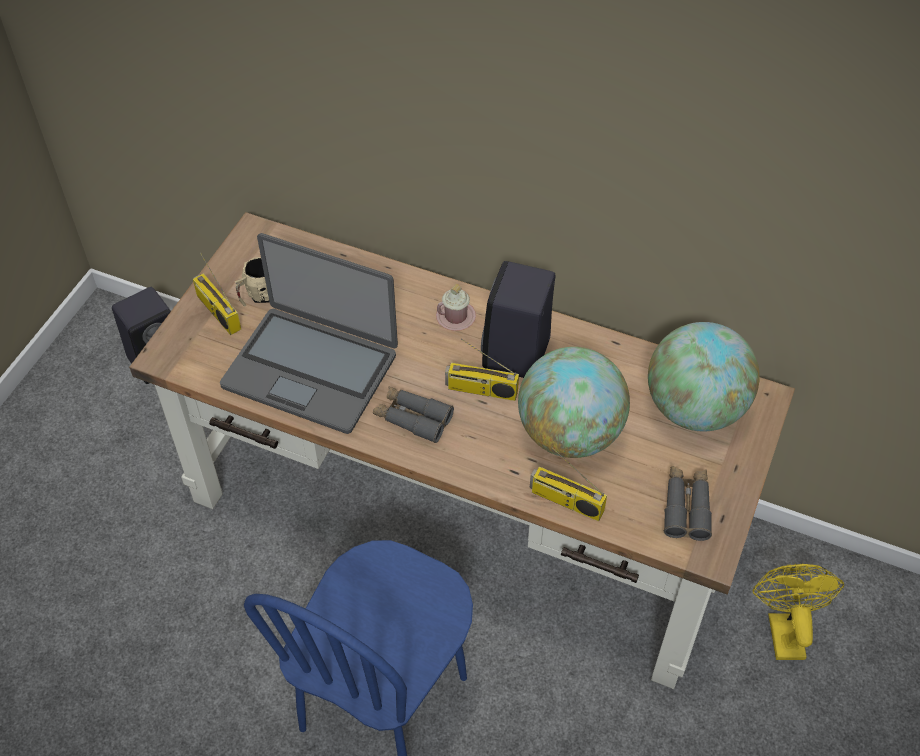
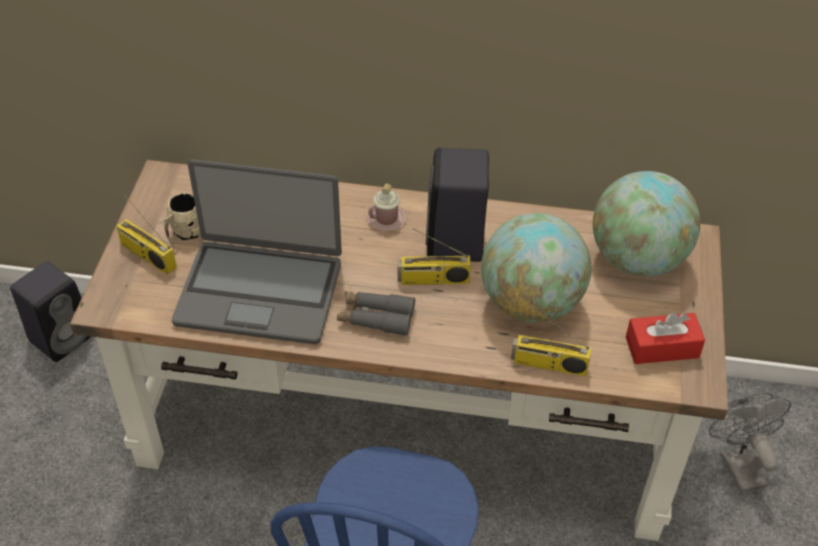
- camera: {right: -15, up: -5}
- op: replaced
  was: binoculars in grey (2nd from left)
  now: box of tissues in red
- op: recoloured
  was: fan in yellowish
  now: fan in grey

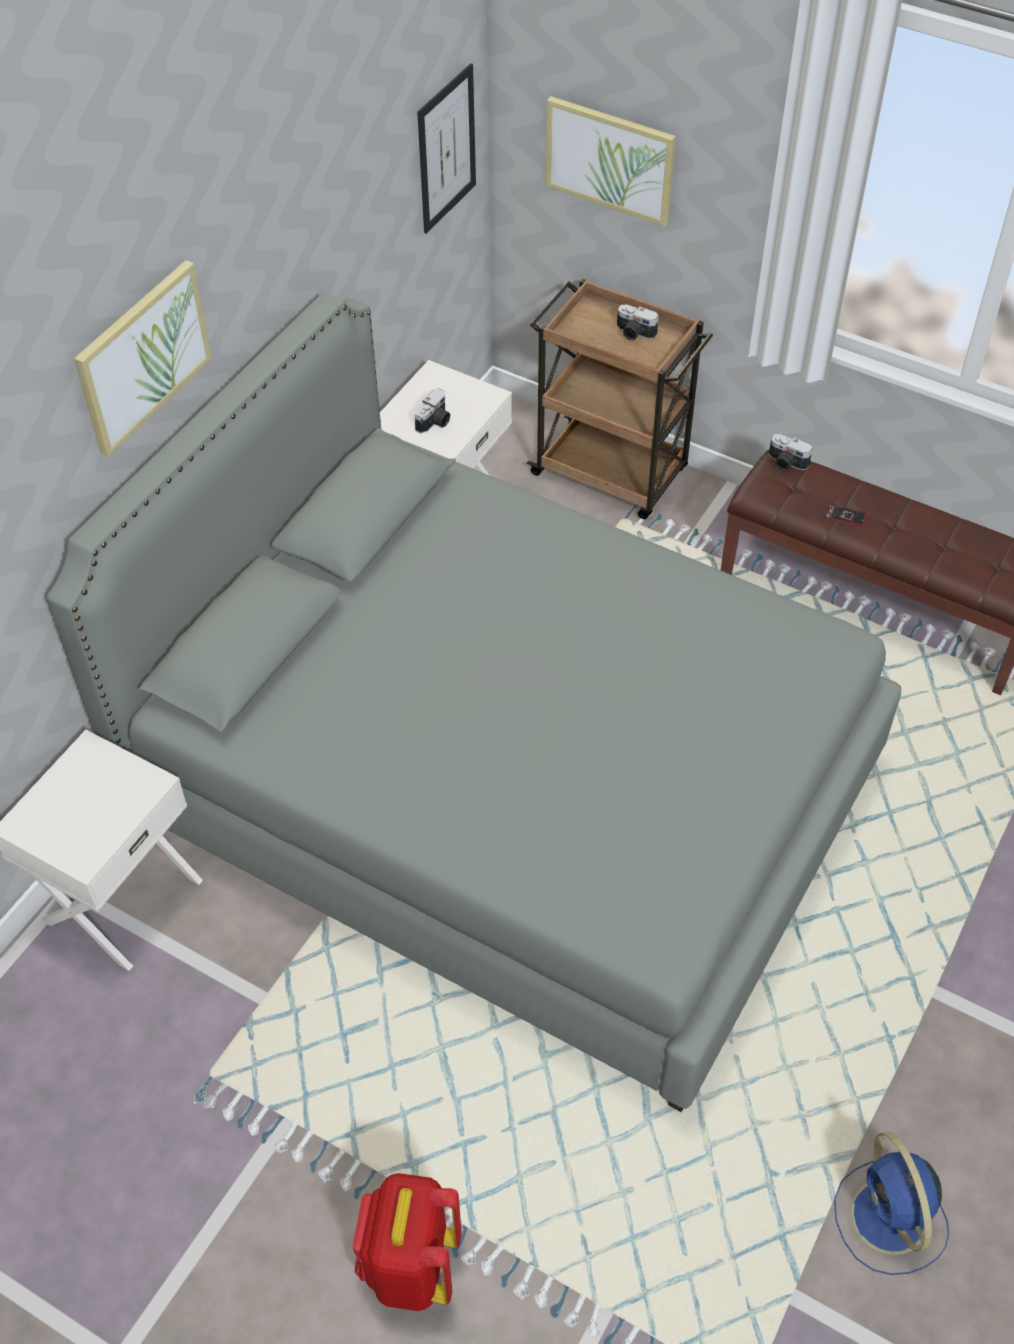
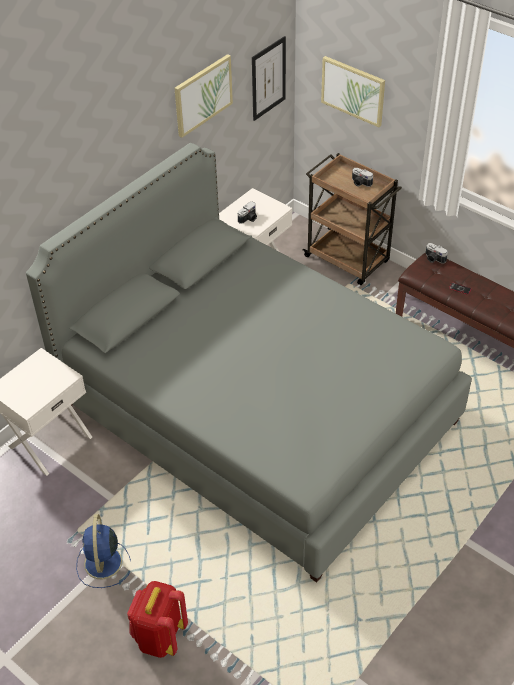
- camera: {right: 10, up: -5}
- op: moved
  was: fan in bluish
- op: moved
  was: wall art (1st from left)

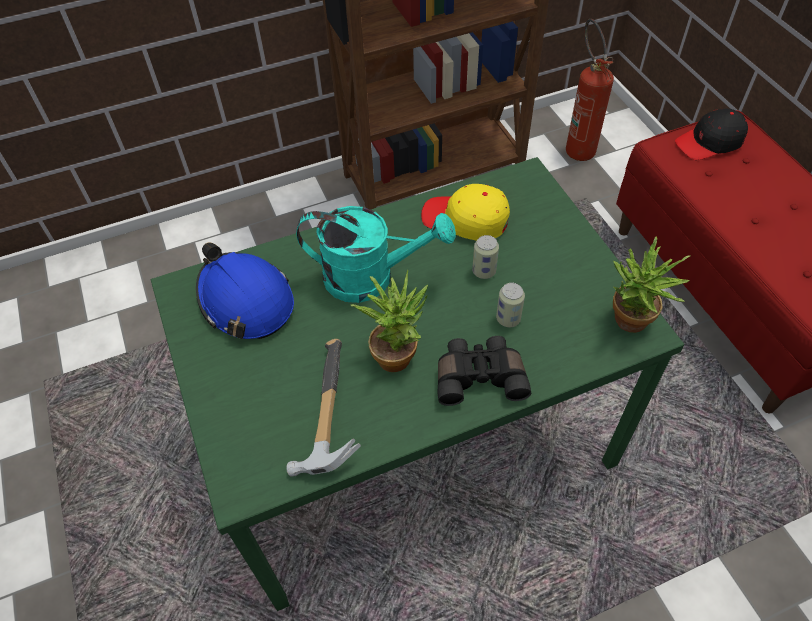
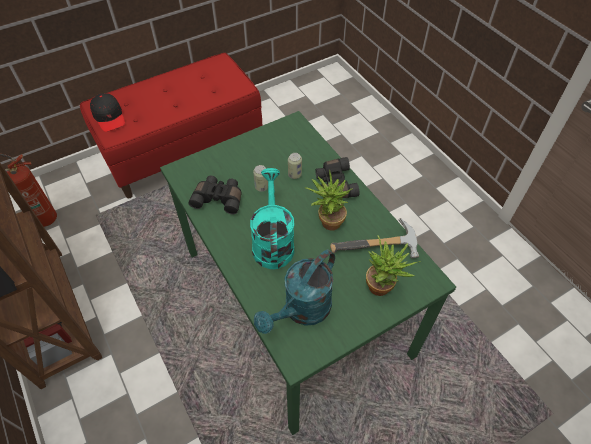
- camera: {right: -100, up: 0}
- op: replaced
  was: peaked cap in yellowish
  now: binoculars in black (1st from left)
- op: replaced
  was: safety helmet in bluish
  now: sprinkling can in turquoise (2nd from left)
- op: moved
  was: potted plant (2nd from left)

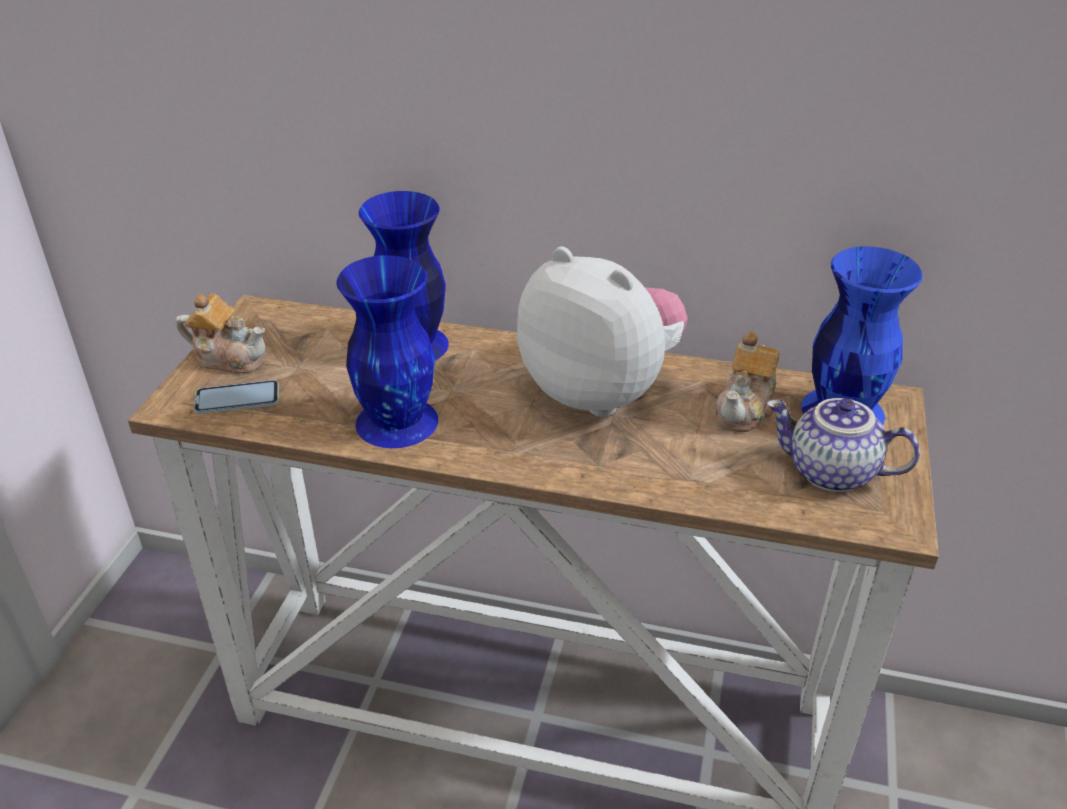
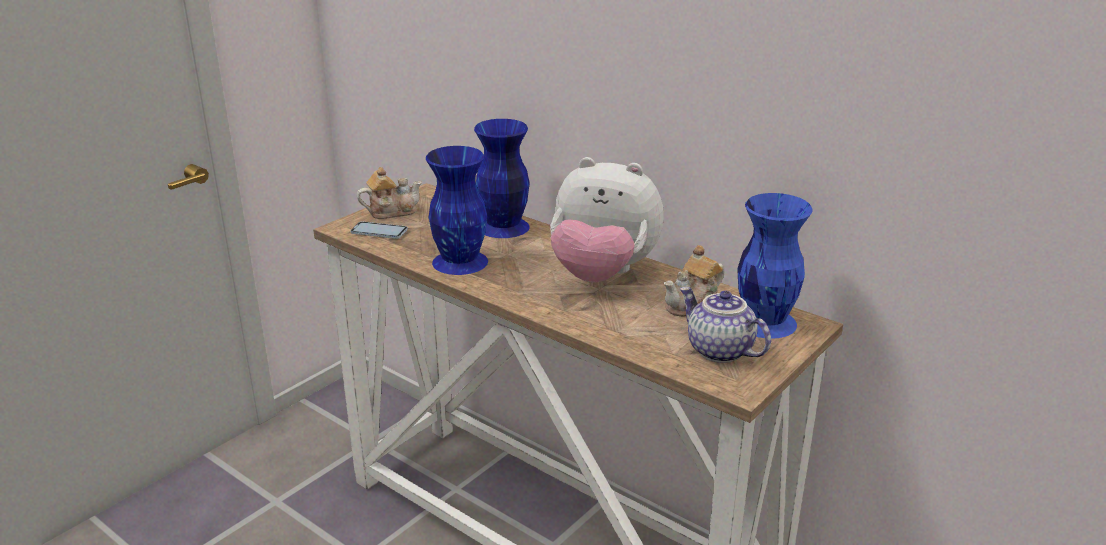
- camera: {right: 25, up: -10}
- op: turned
  was: pot for tea (1st from left)
  clockwise: -60
- op: turned
  was: cuddly toy
  clockwise: 135

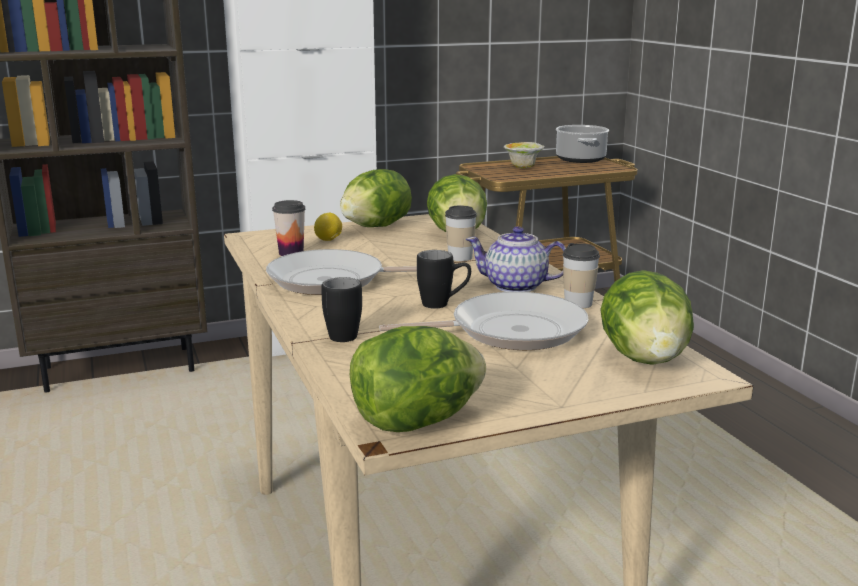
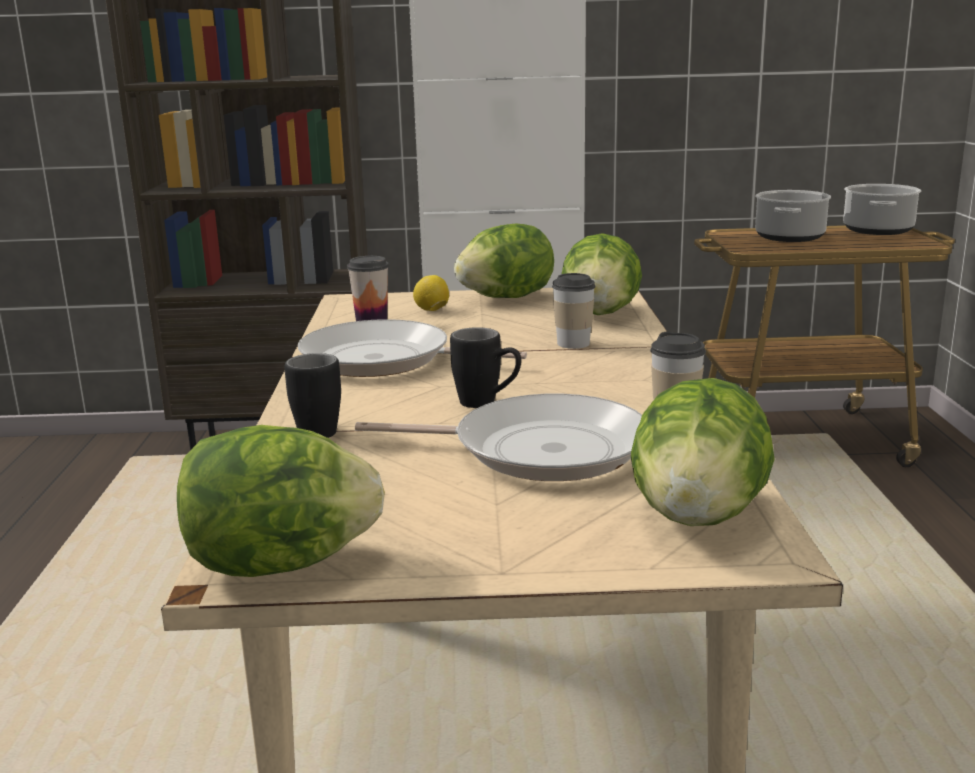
- camera: {right: 20, up: 0}
- op: replaced
  was: serving bowl
  now: saucepot (1st from left)
- op: removed
  was: pot for tea

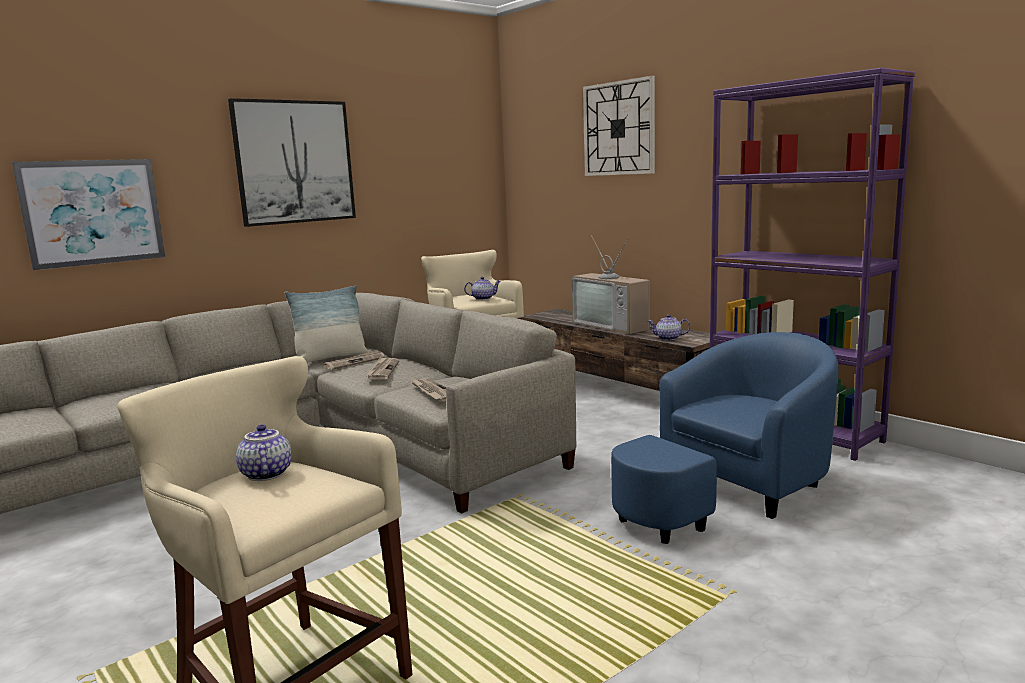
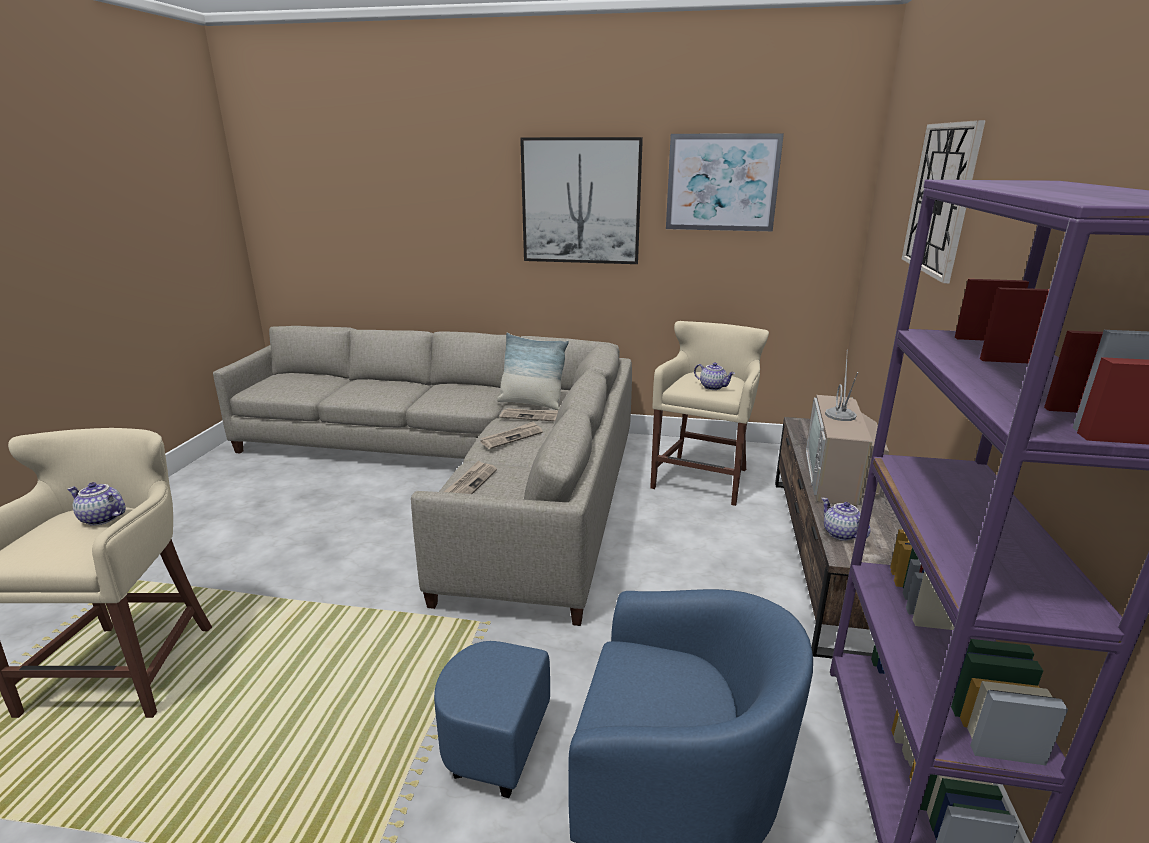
- camera: {right: 50, up: 10}
- op: turned
  was: pot for tea (1st from left)
  clockwise: -105
- op: moved
  was: wall art (1st from left in the first image)
  now: wall art (2nd from left)

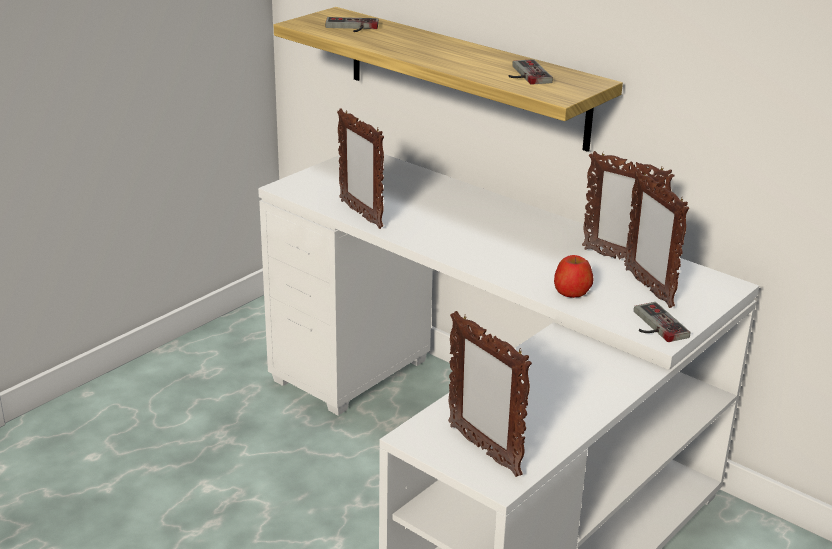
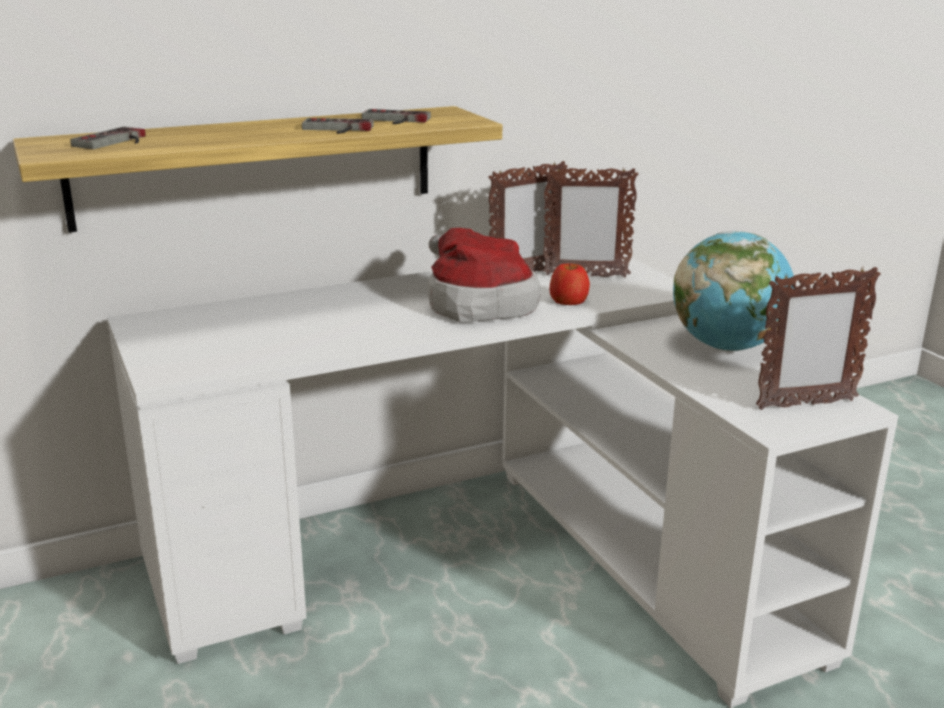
- camera: {right: -65, up: -5}
- op: moved
  was: gamepad (3rd from left in the first image)
  now: gamepad (2nd from left)
- op: added
  now: clothing hat
- op: added
  now: desk globe
- op: removed
  was: photo frame (1st from left)

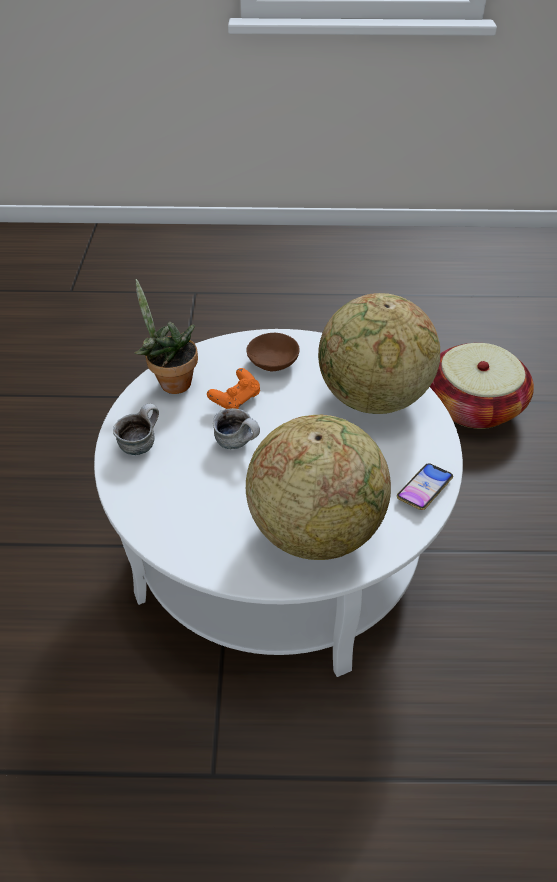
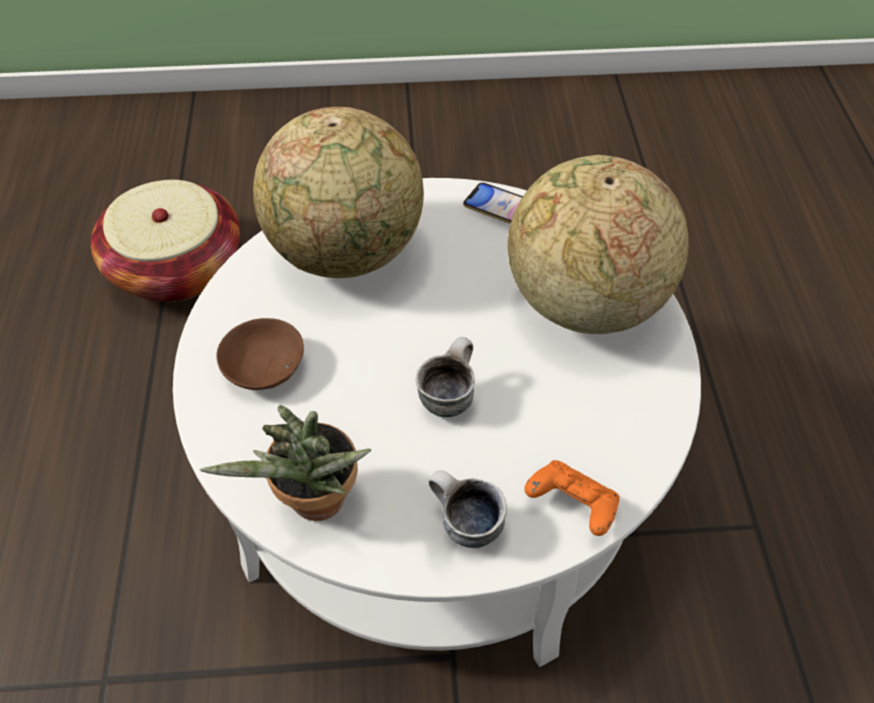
- camera: {right: -95, up: 5}
- op: moved
  was: gamepad in orange

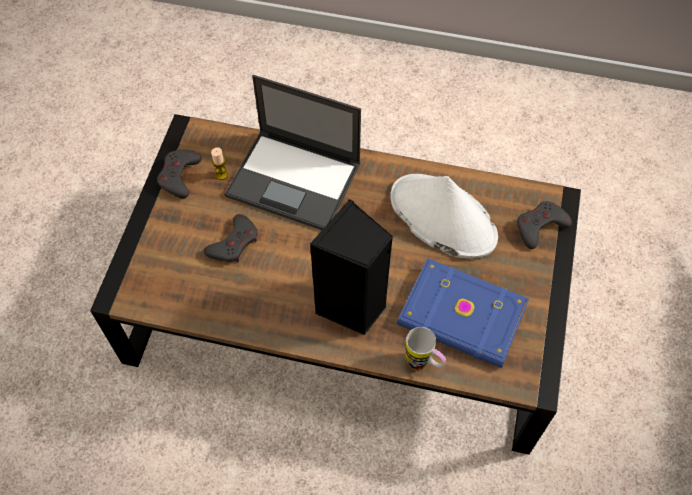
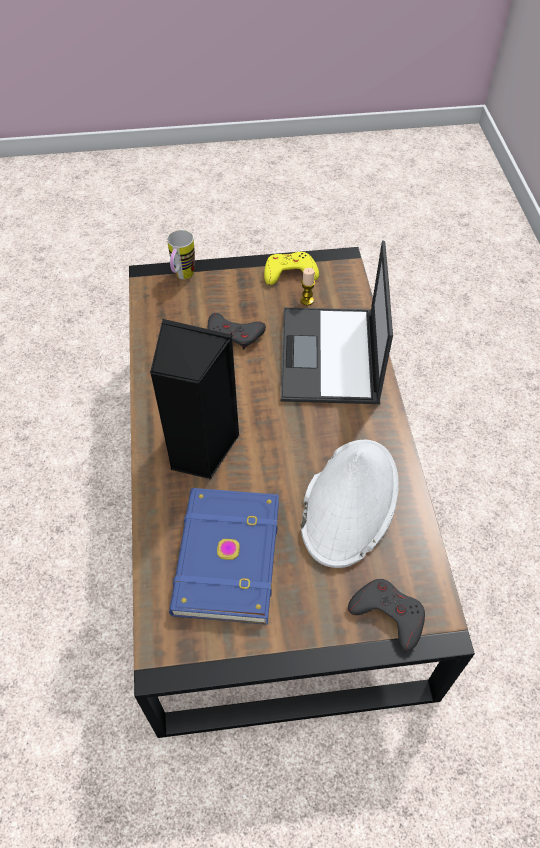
- camera: {right: 70, up: -5}
- op: moved
  was: tea mug
- op: recoloured
  was: gamepad in grey (1st from left)
  now: gamepad in yellowish

